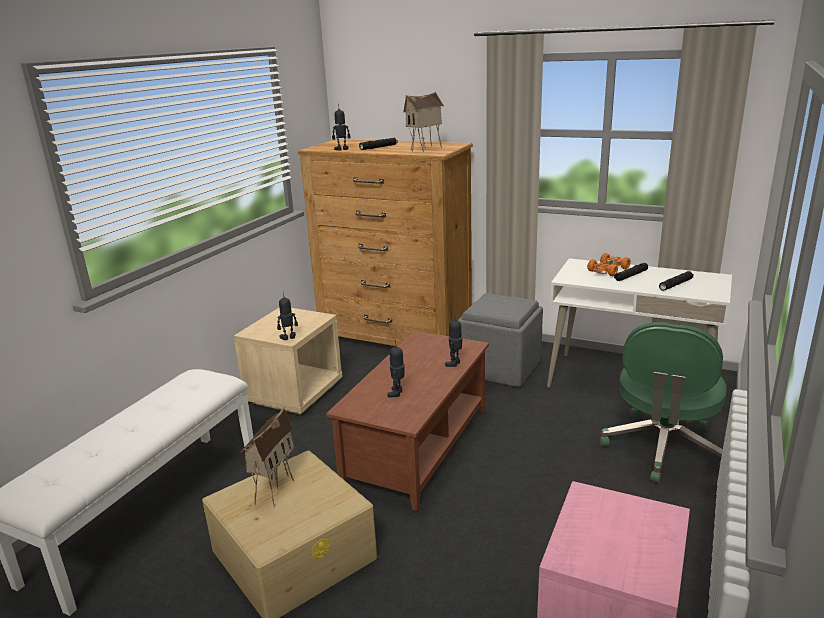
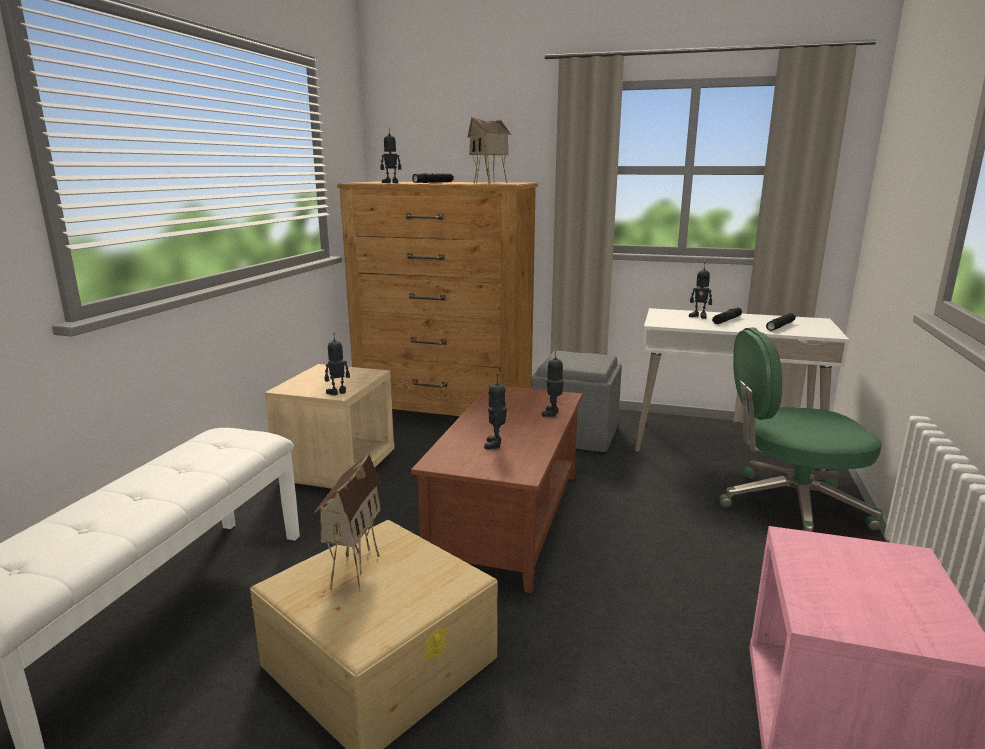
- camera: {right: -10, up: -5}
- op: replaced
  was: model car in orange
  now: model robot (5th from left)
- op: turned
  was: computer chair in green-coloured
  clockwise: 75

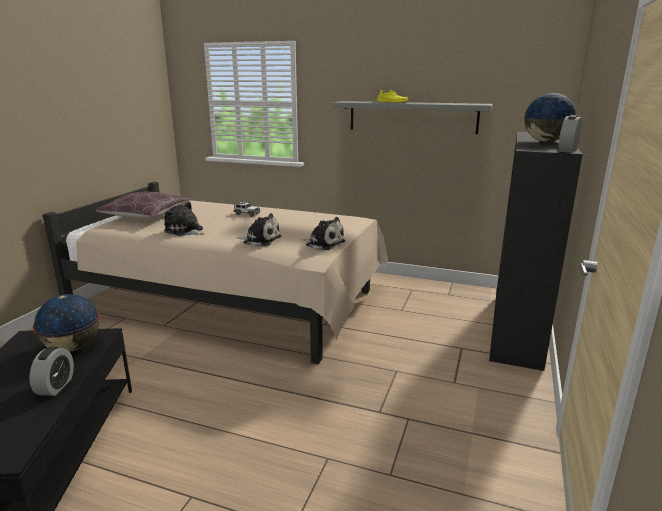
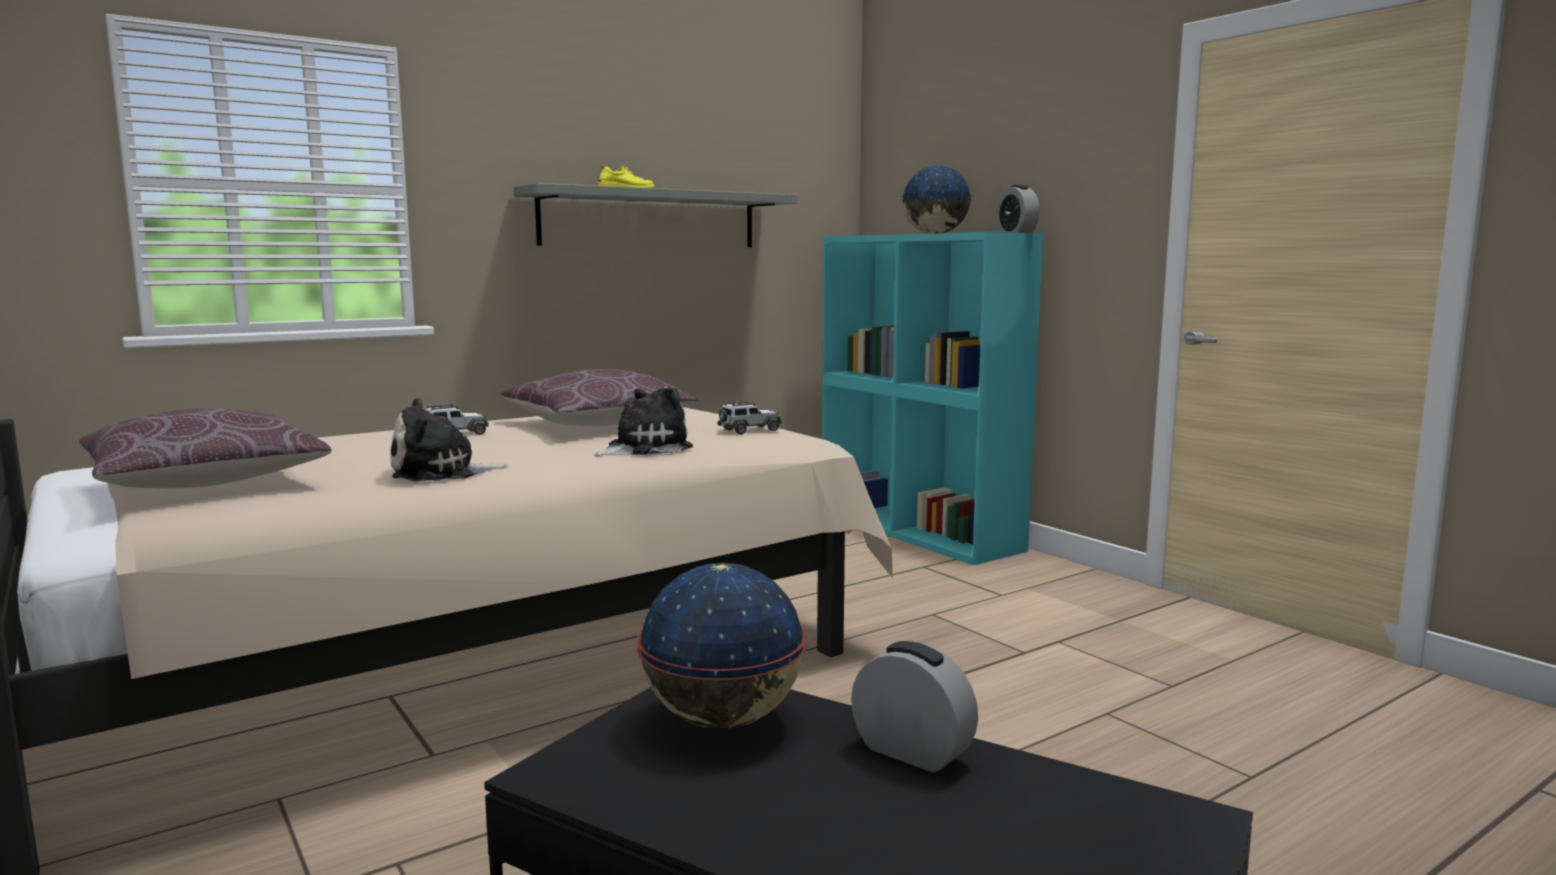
- camera: {right: -55, up: -10}
- op: added
  now: throw pillow in brown-coloured (2nd from left)
- op: replaced
  was: cuddly toy (3rd from left)
  now: model car (2nd from left)
- op: recoloured
  was: bookshelf in black
  now: bookshelf in turquoise

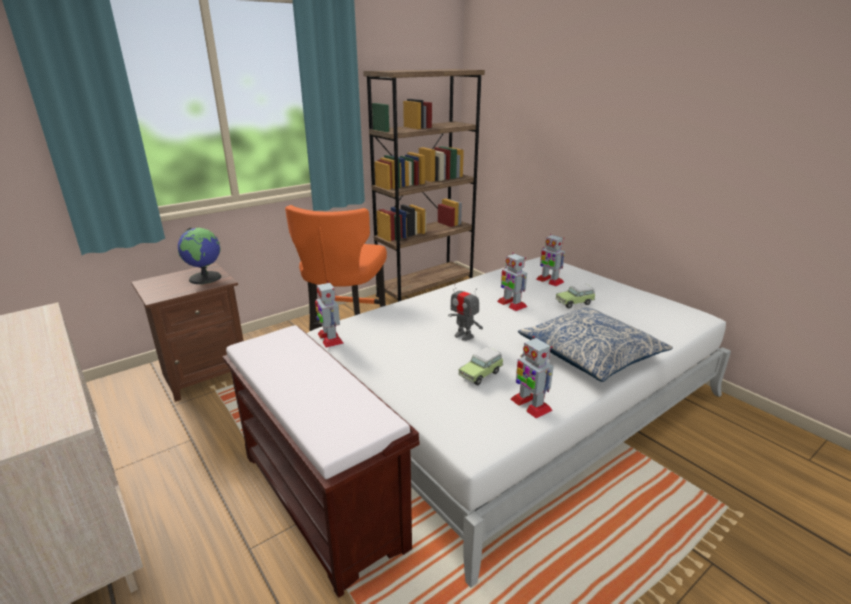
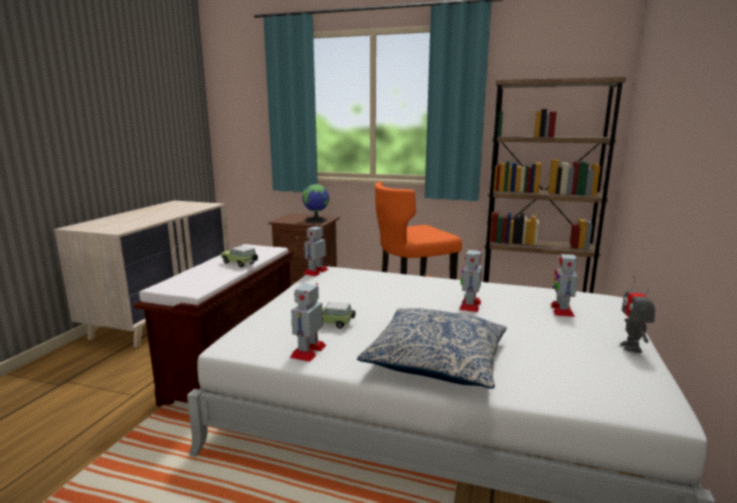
- camera: {right: 55, up: -10}
- op: moved
  was: model car (2nd from left in the first image)
  now: model car (1st from left)
- op: moved
  was: model robot (2nd from left in the first image)
  now: model robot (5th from left)

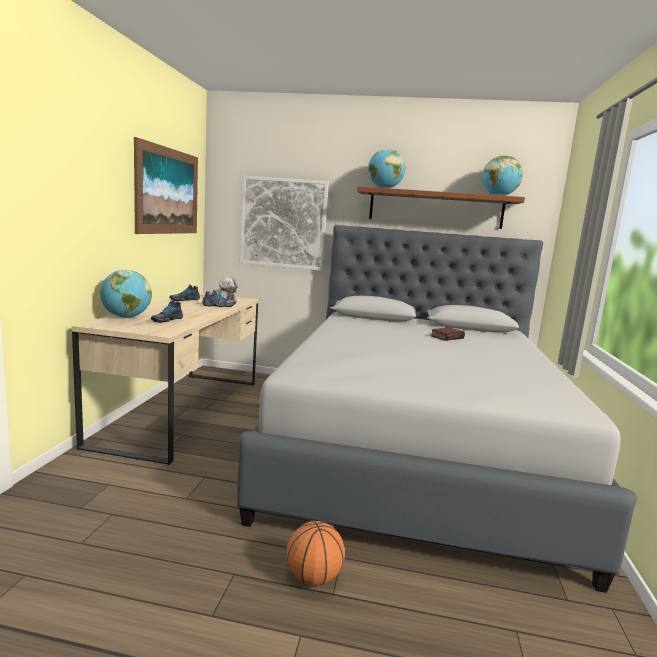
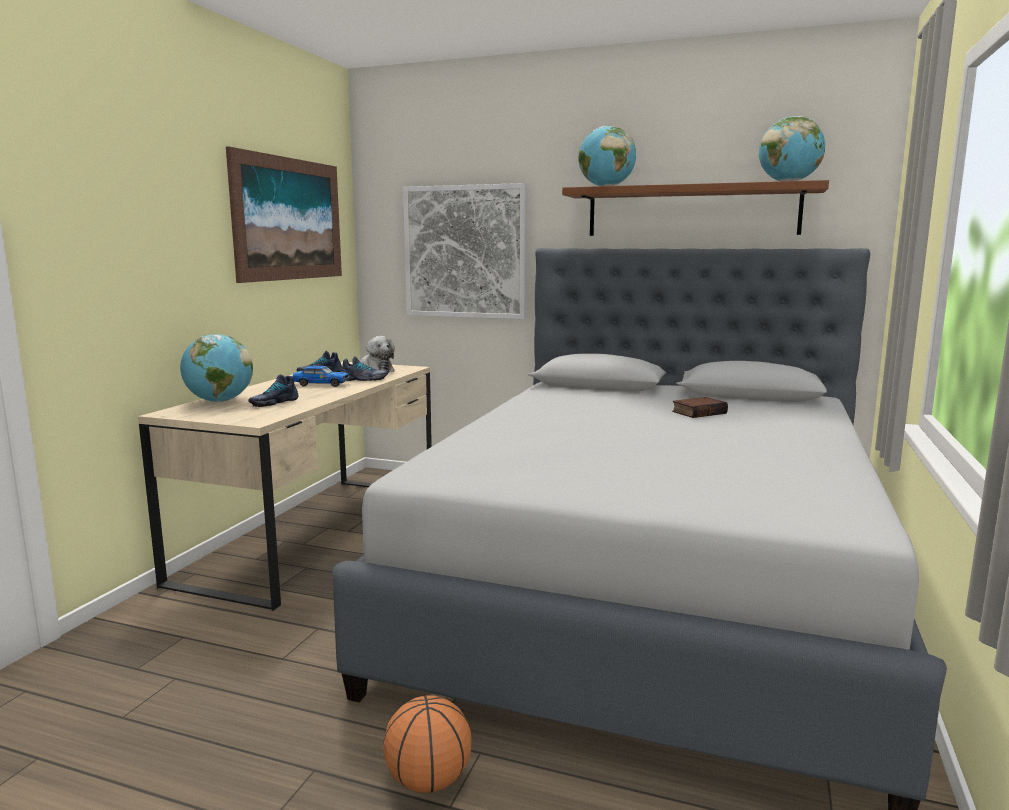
- camera: {right: 10, up: 0}
- op: added
  now: model car

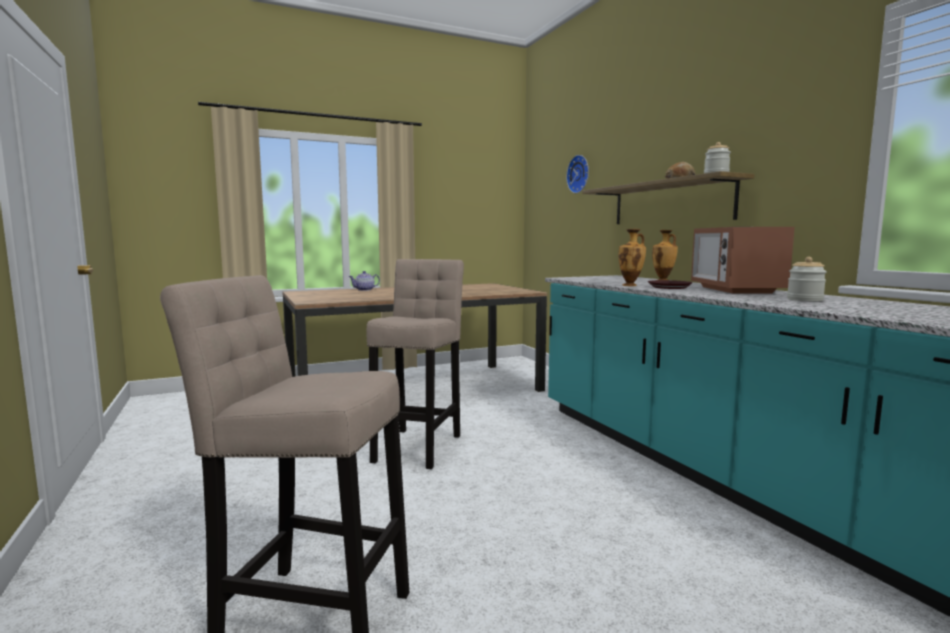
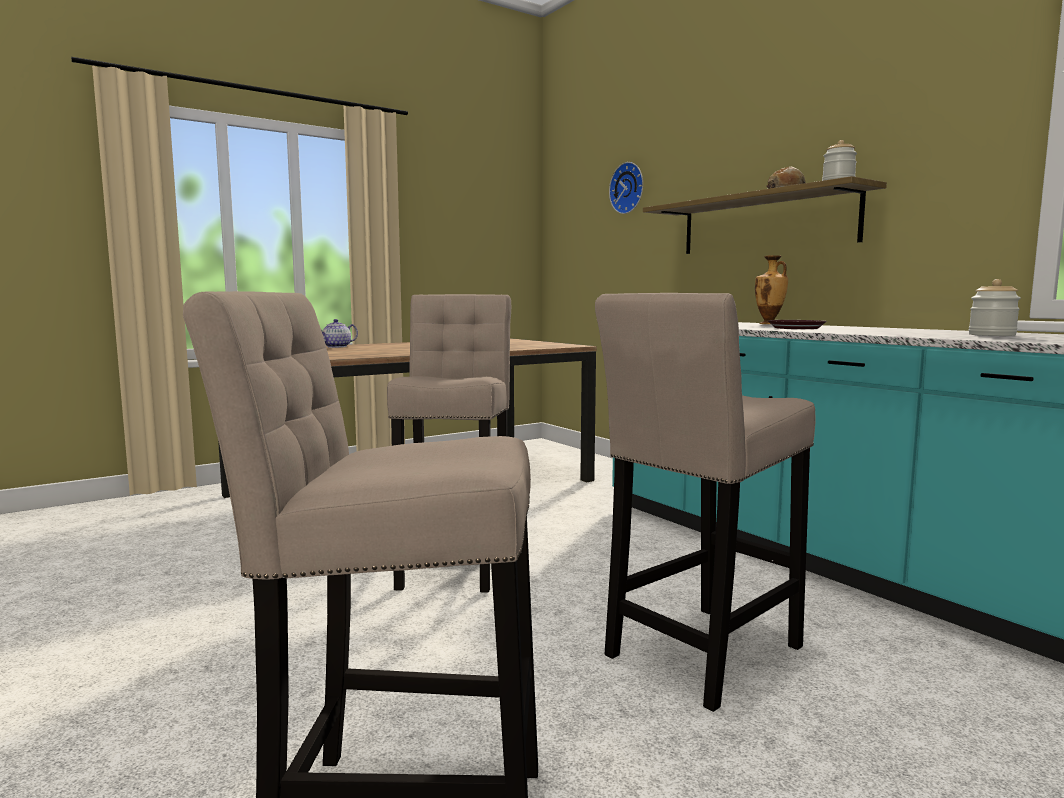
- camera: {right: -10, up: 0}
- op: added
  now: stool seat in beige (3rd from left)
- op: removed
  was: decorative vase (1st from left)
- op: removed
  was: microwave

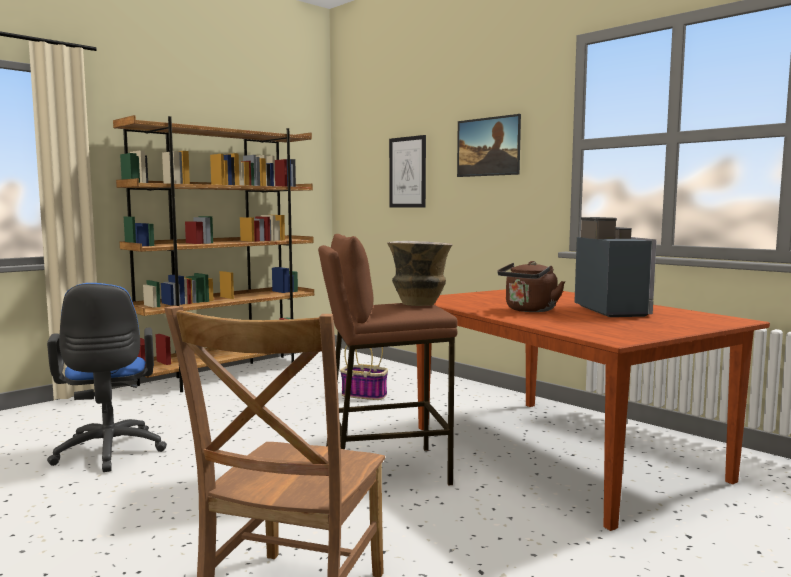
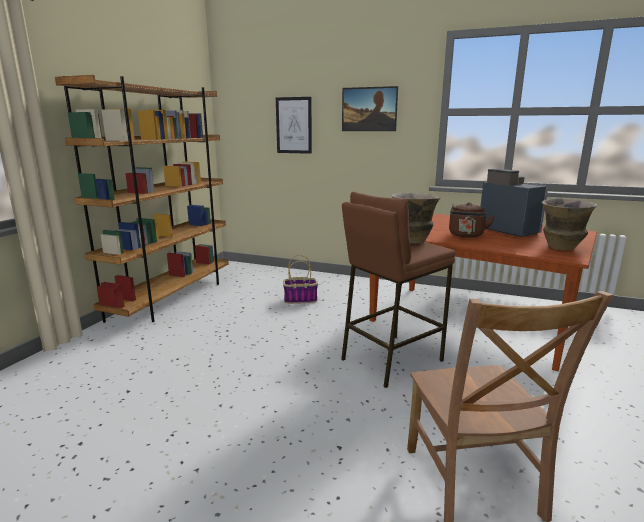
- camera: {right: -25, up: 10}
- op: added
  now: decorative vase (2nd from left)
- op: removed
  was: computer chair in bluish

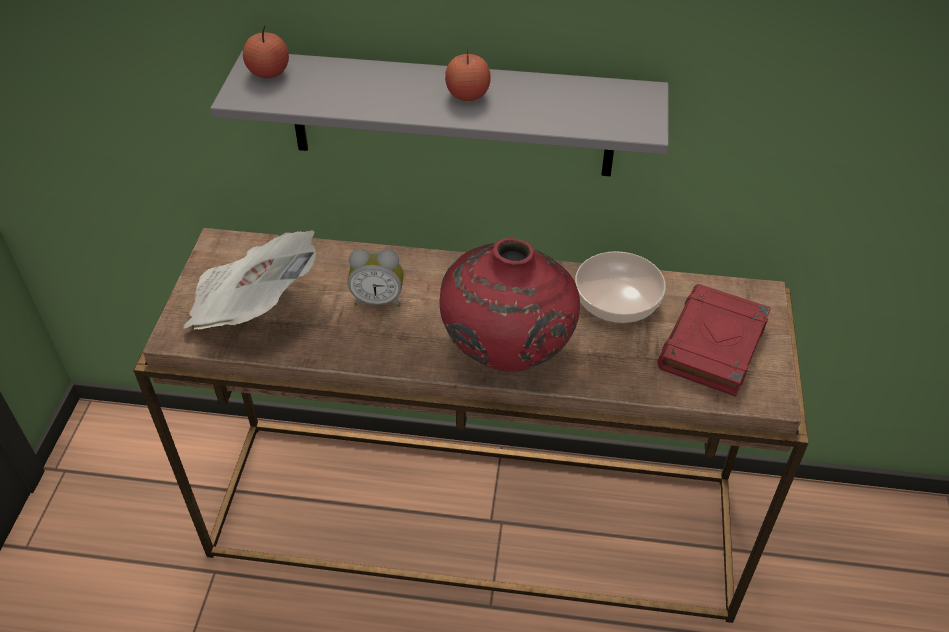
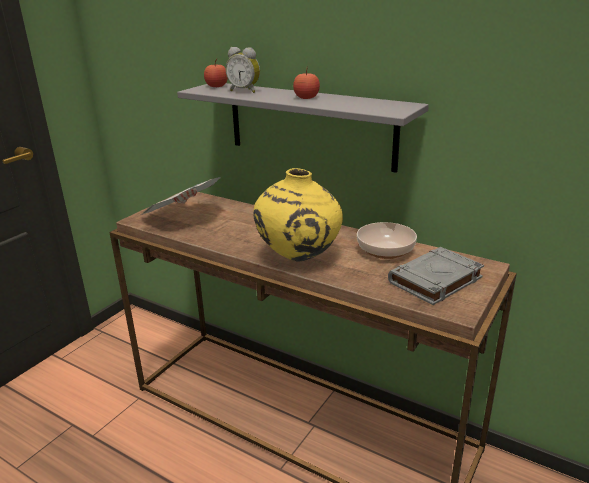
- camera: {right: 25, up: -20}
- op: moved
  was: alarm clock
- op: recoloured
  was: decorative vase in red
  now: decorative vase in yellowish
- op: recoloured
  was: book in red
  now: book in grey

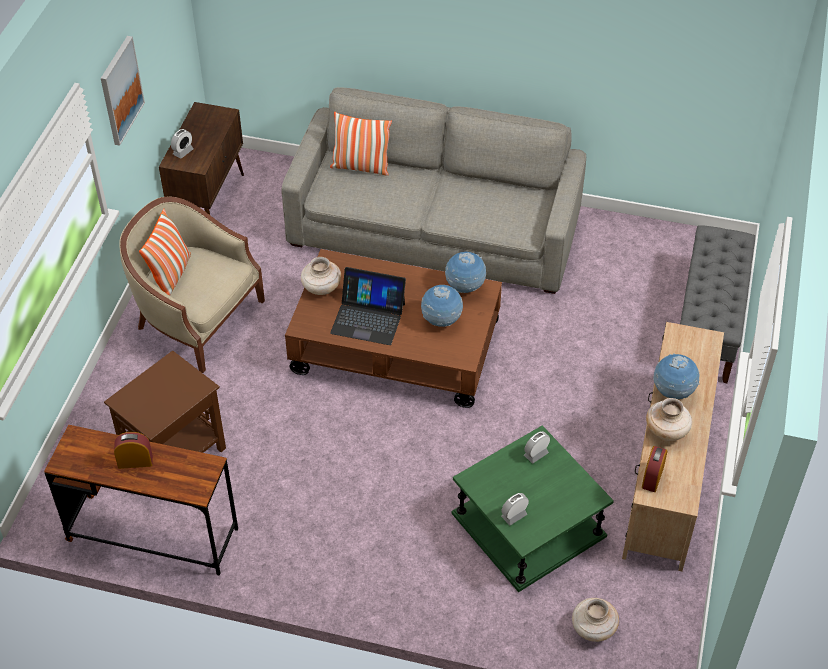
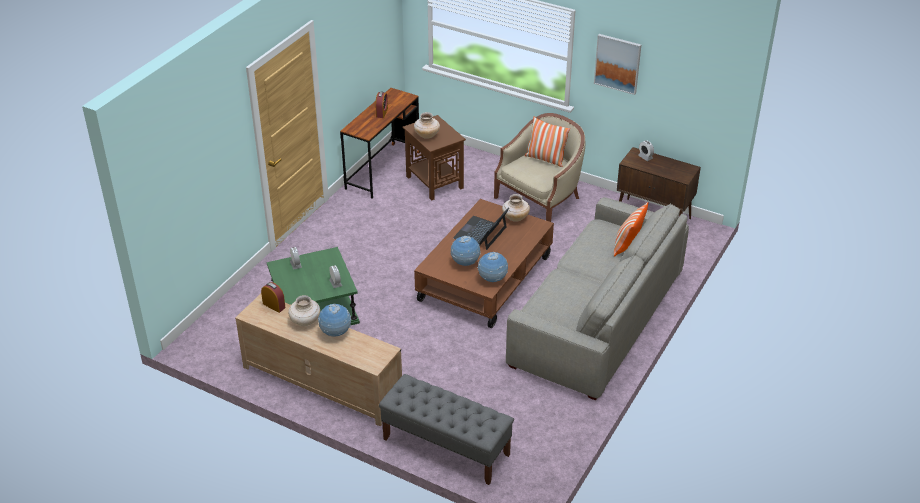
- camera: {right: 105, up: -10}
- op: moved
  was: decorative vase in beige (2nd from left)

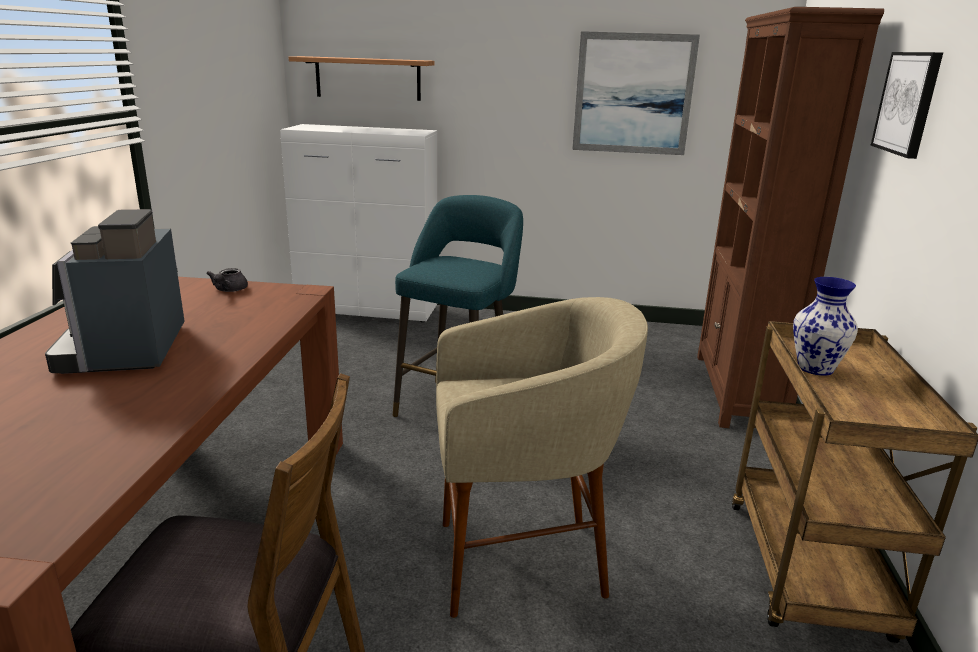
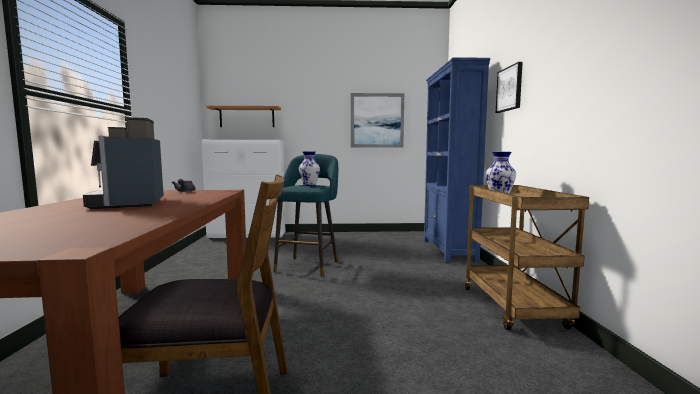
- camera: {right: -10, up: -15}
- op: added
  now: decorative vase (1st from left)
- op: recoloured
  was: bookshelf in brown-coloured
  now: bookshelf in bluish
- op: removed
  was: stool seat in beige

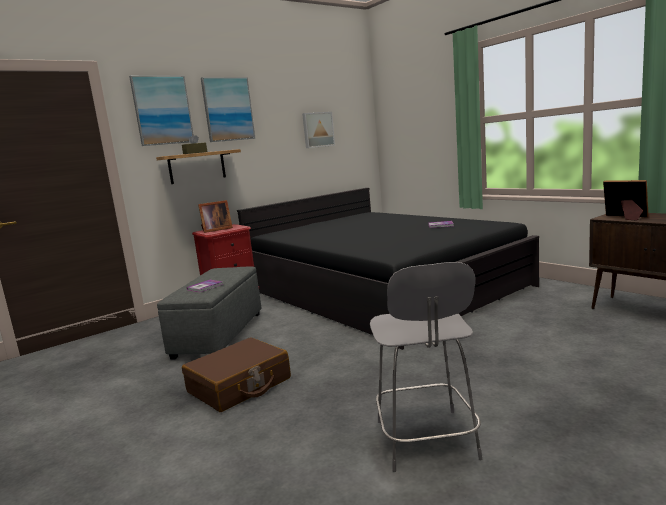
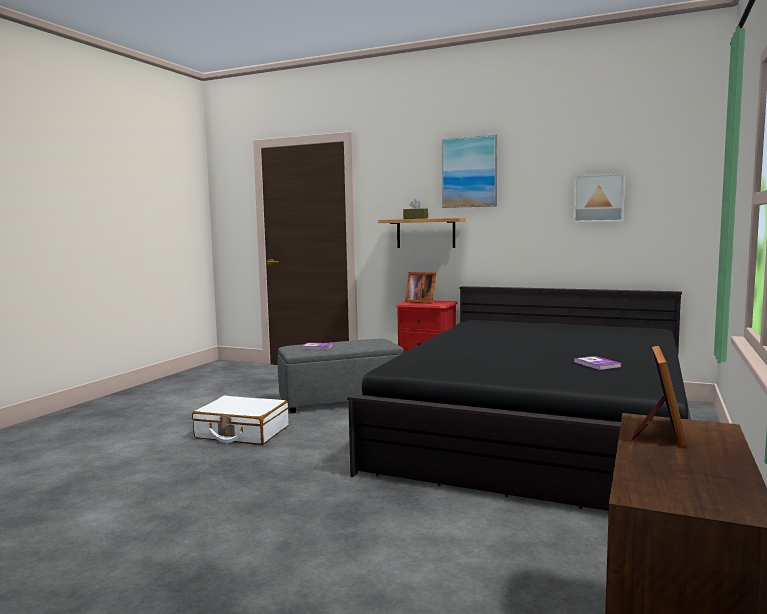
- camera: {right: 60, up: -5}
- op: recoloured
  was: travel case in brown-coloured
  now: travel case in white
- op: removed
  was: wall art (1st from left)
- op: removed
  was: chair in grey

